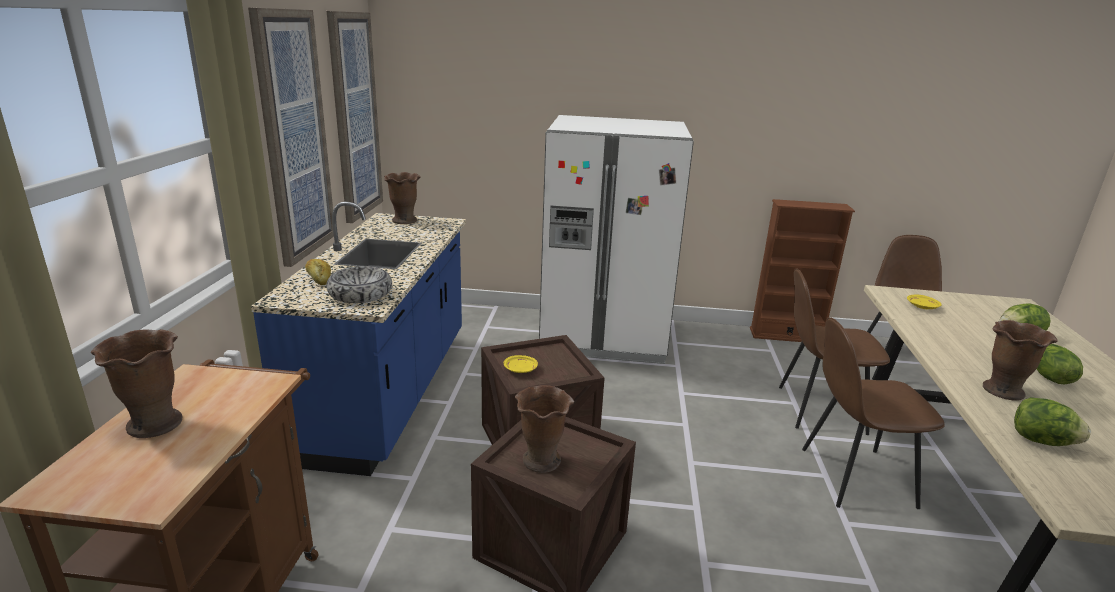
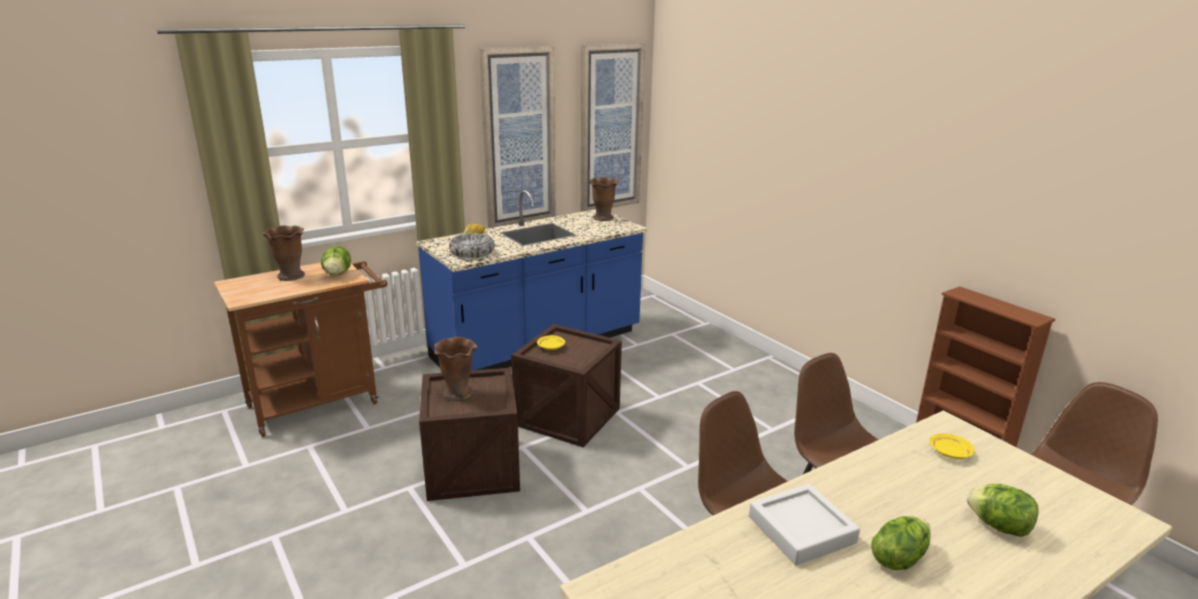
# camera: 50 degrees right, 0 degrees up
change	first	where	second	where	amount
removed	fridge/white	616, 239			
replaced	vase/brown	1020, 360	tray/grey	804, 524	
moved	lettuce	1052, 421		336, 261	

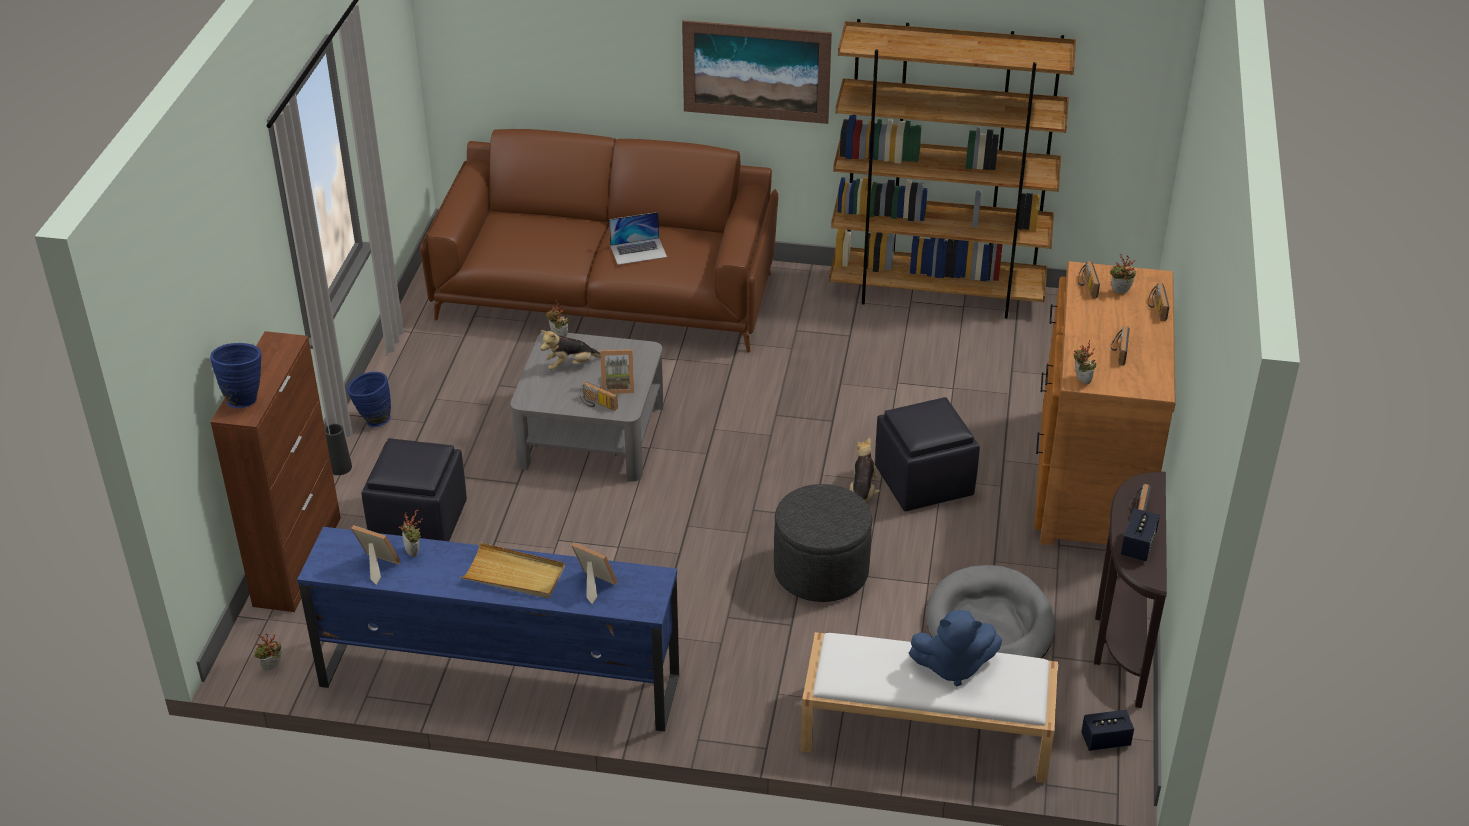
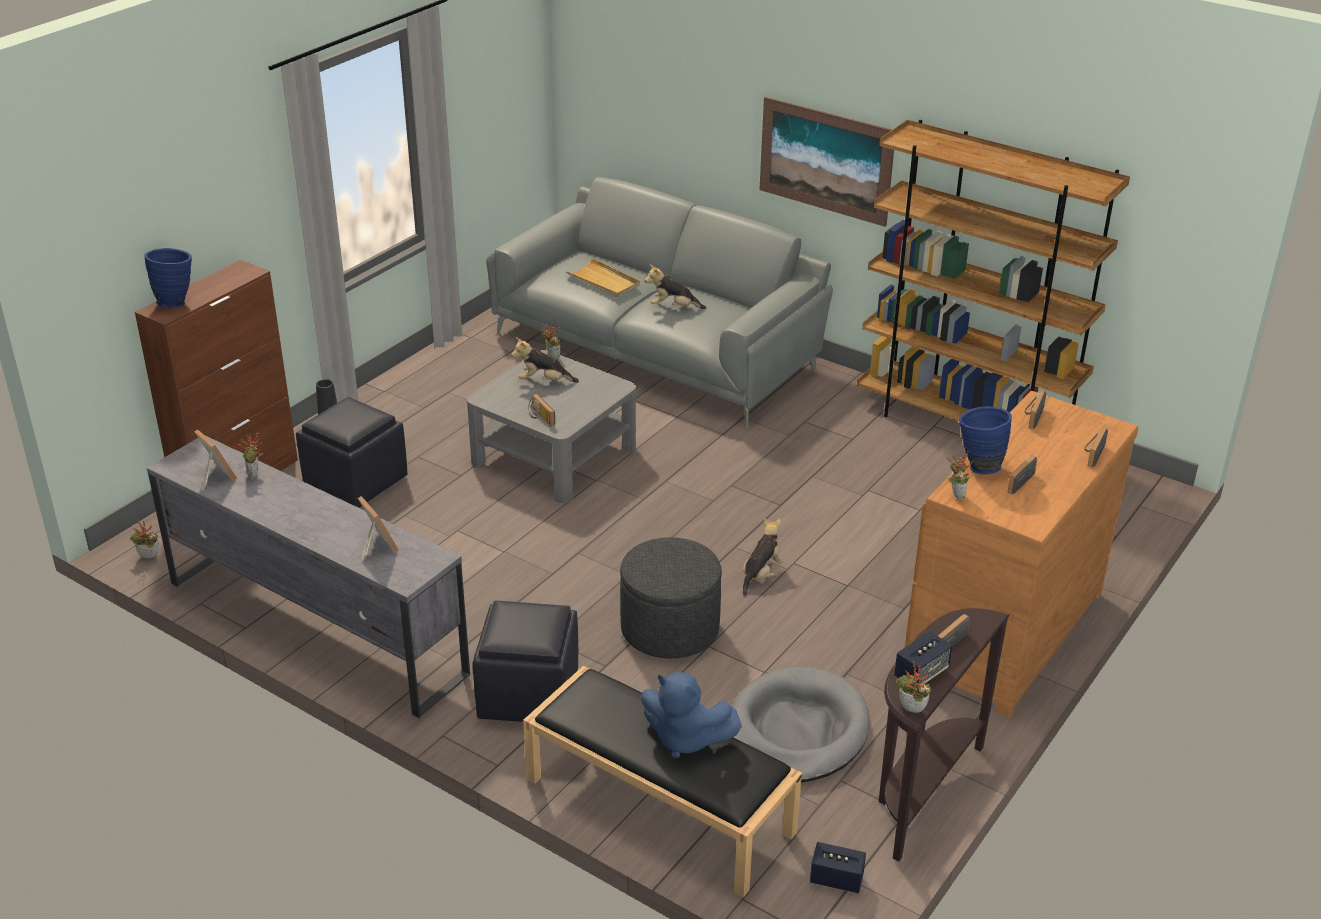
# camera: 25 degrees right, 5 degrees down
change	first	where	second	where	amount
recoloured	tv stand/blue	488, 629	tv stand/grey	308, 577	
moved	vase/blue	369, 399		985, 440	
recoloured	sofa/brown	599, 241	sofa/grey	659, 302	
moved	tray/beige	513, 570		603, 277	
removed	picture frame	617, 371			
replaced	laptop	638, 238	plush toy	675, 287	
recoloured	bench/white	929, 707	bench/black	662, 782	
moved	ottoman/black	927, 454		525, 661	
moved	potted plant	1123, 273		914, 687	

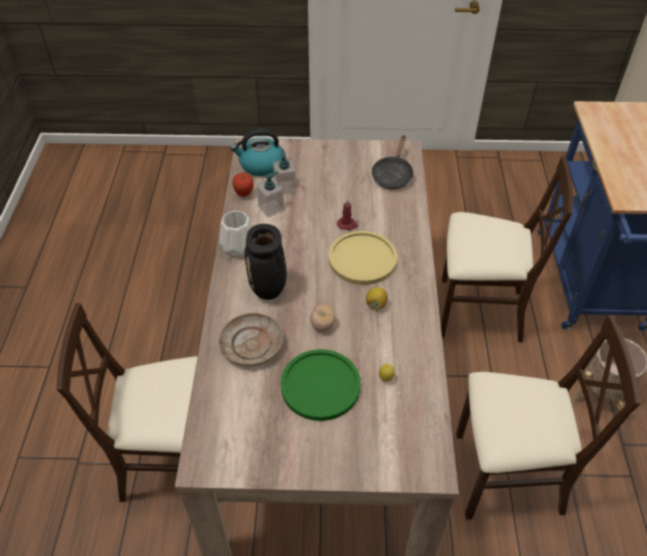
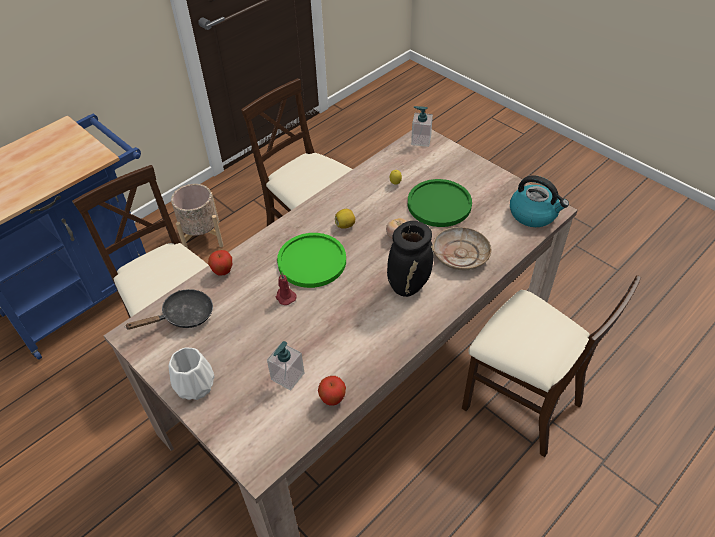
# camera: 135 degrees left, 0 degrees up
change	first	where	second	where	amount
moved	vase/white	236, 234		191, 373	
moved	kettle	256, 152		539, 201	
moved	soap dispenser	270, 194		422, 126	
recoloured	plate/yellow	363, 258	plate/green	311, 260	
added			apple	220, 263	

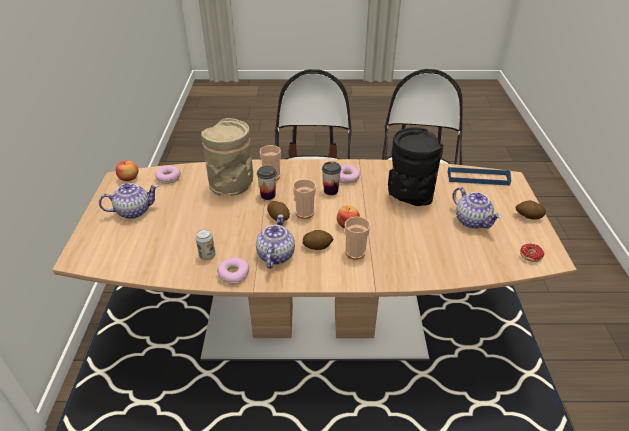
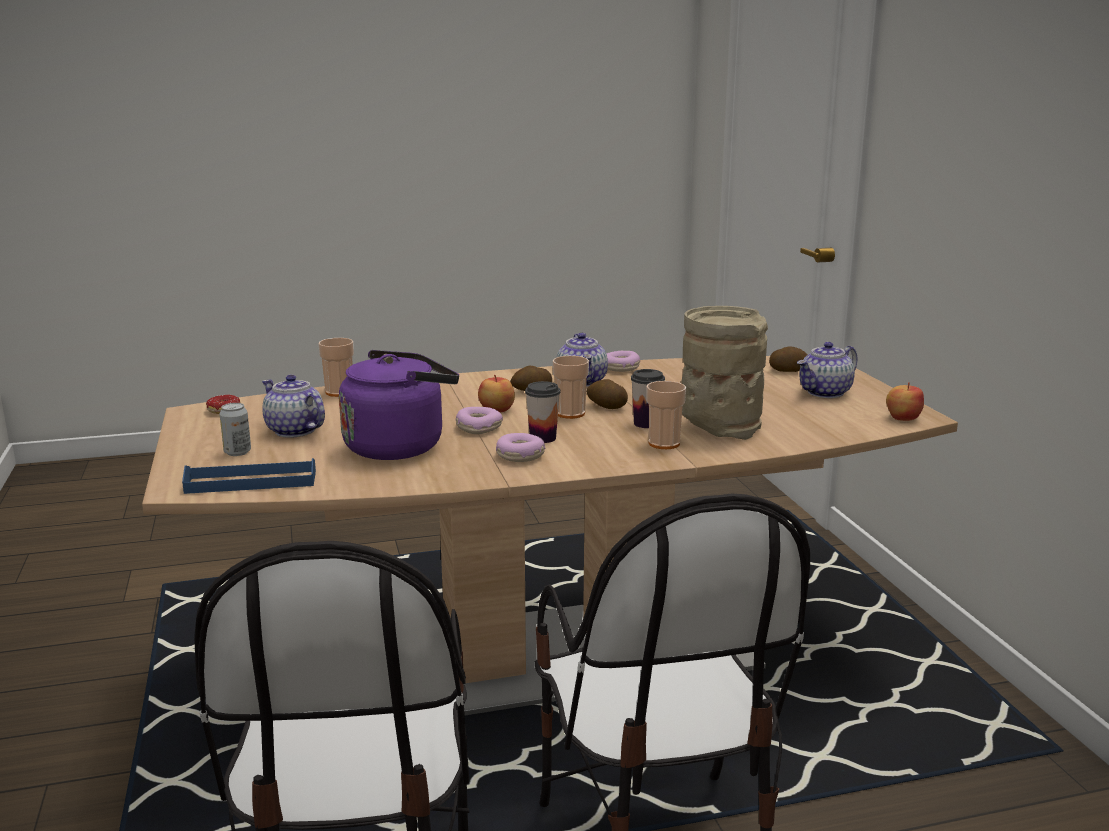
# camera: 165 degrees right, 20 degrees down
change	first	where	second	where	amount
moved	donut	168, 175		479, 420	
moved	can	206, 244		235, 429	
moved	cup	357, 238		336, 367	
replaced	vase/black	415, 166	kettle/purple	399, 405	
moved	potato	531, 209		788, 359	

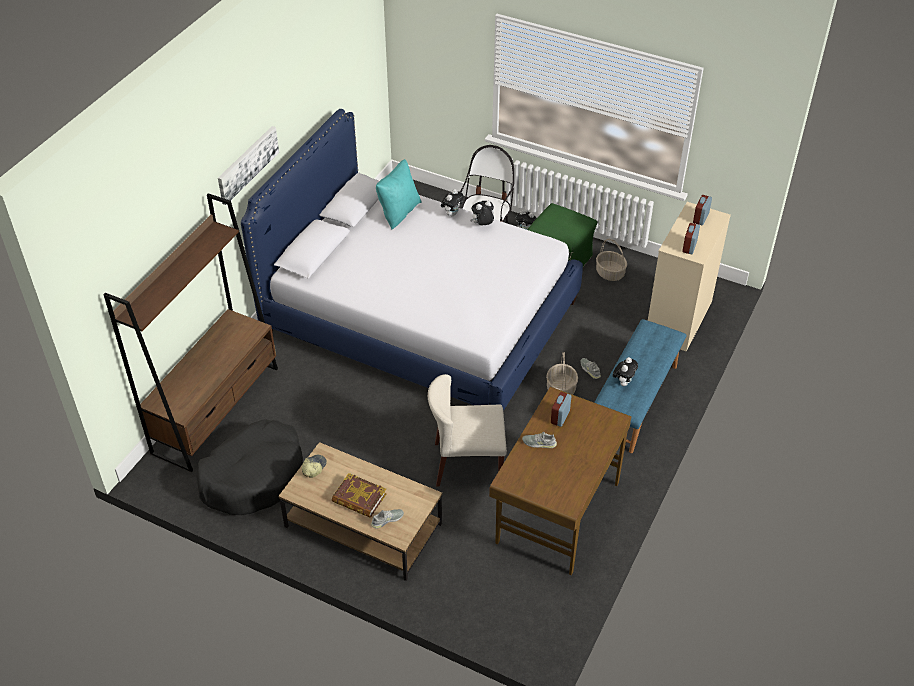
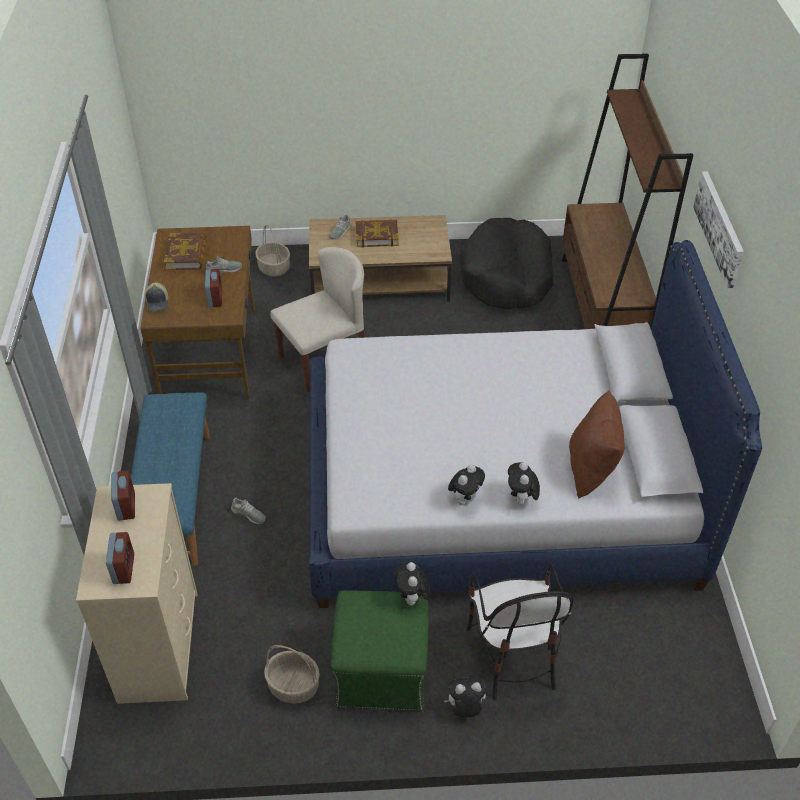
# camera: 150 degrees right, 0 degrees up
change	first	where	second	where	amount
moved	cap	314, 466		157, 297	
recoloured	pillow/turquoise	399, 194	pillow/brown	596, 444	
moved	basket	562, 373		272, 251	
moved	plush toy	625, 371		413, 584	
added			book	185, 251	

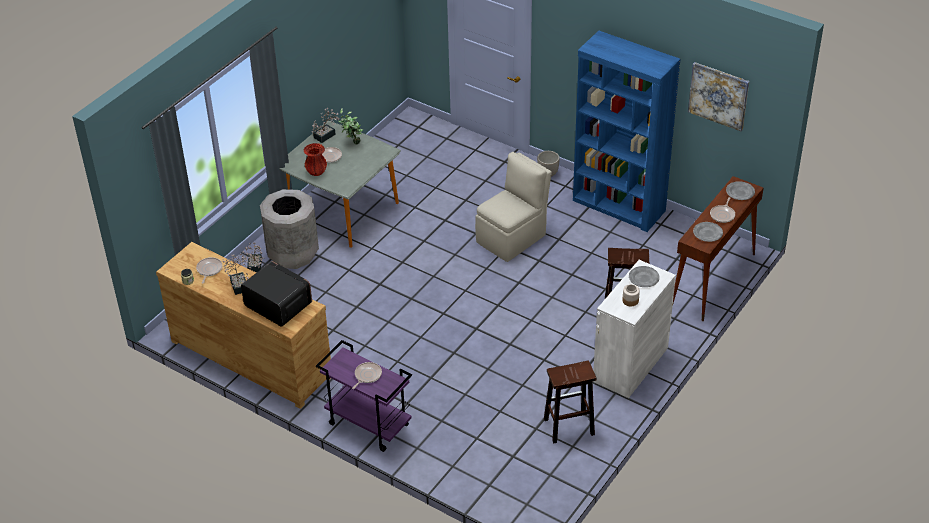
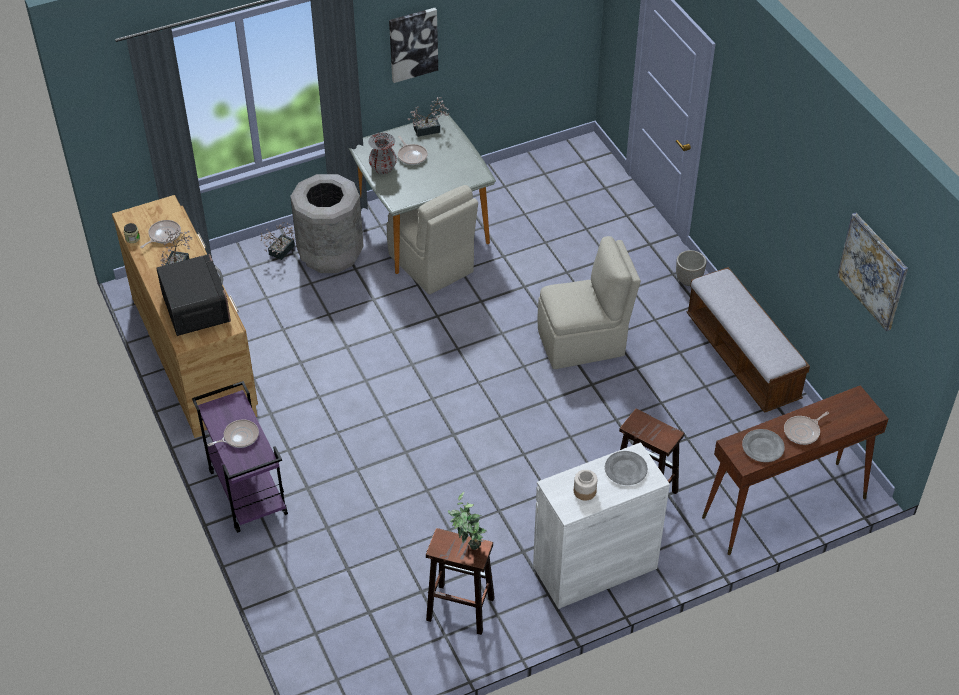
# camera: 30 degrees right, 5 degrees up
change	first	where	second	where	amount
recoloured	vase/red	315, 159	vase/grey	382, 153	
moved	potted plant	350, 126		467, 521	
replaced	bookcase/blue	626, 131	bench	748, 340	
removed	plate/grey	740, 190			
added			chair/beige	432, 239	
added			picture	413, 45	

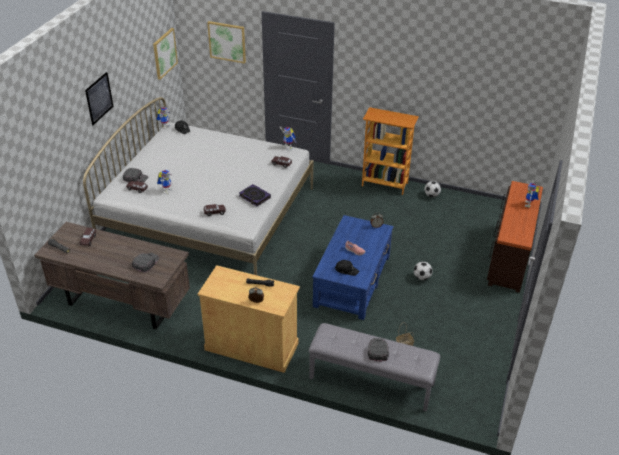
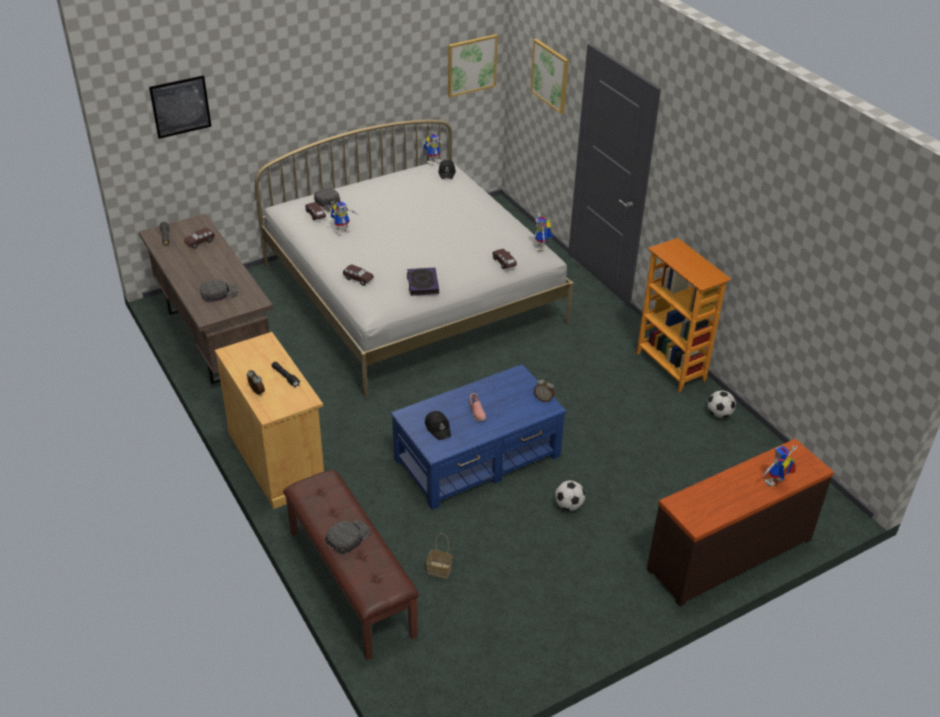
# camera: 40 degrees right, 0 degrees up
change	first	where	second	where	amount
moved	picture	99, 98		180, 107	
recoloured	bench/grey	374, 367	bench/brown	351, 565	

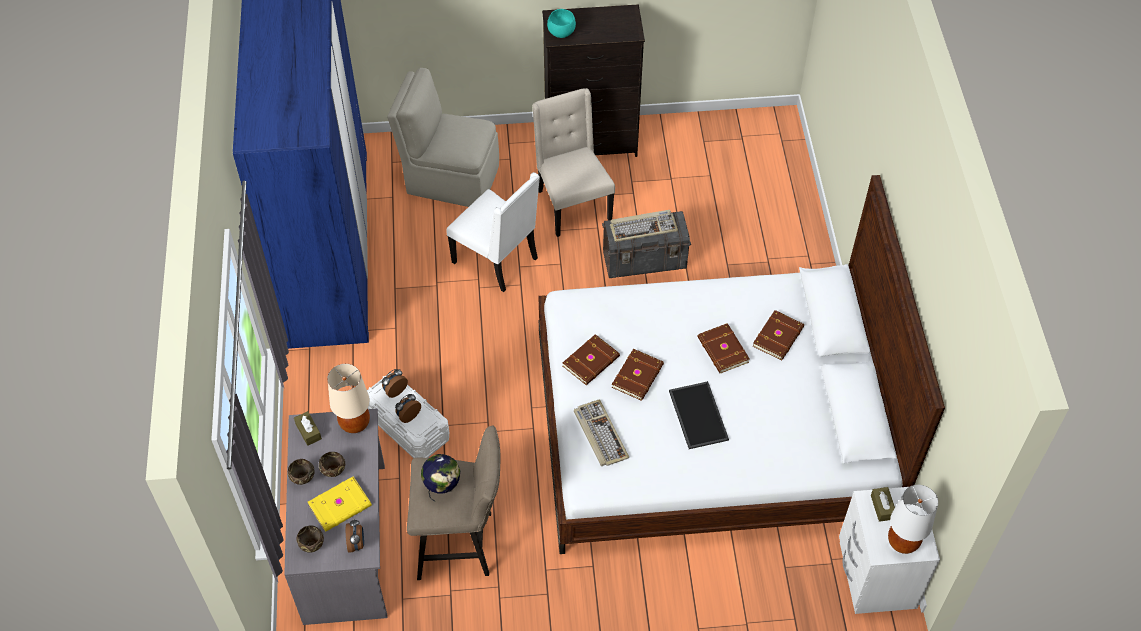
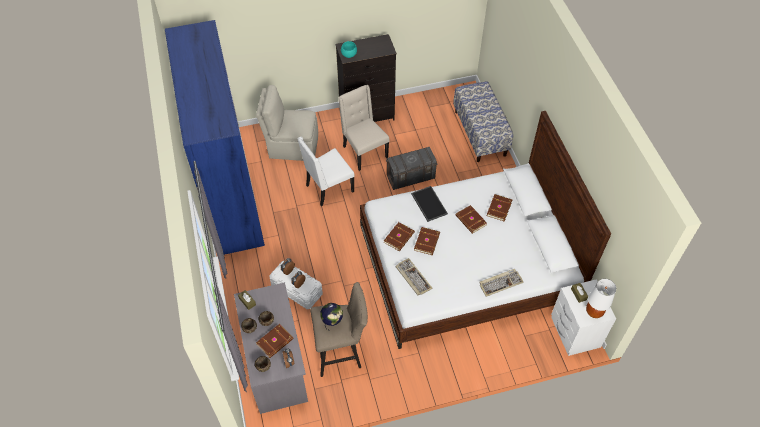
# camera: 10 degrees left, 0 degrees up
change	first	where	second	where	amount
recoloured	book/yellow	340, 504	book/brown	275, 341	
removed	table lamp/beige	348, 398			
turned	chair/white	493, 232		326, 171	120 degrees clockwise
moved	keyboard	644, 226		501, 283	
moved	tray	699, 415		429, 204	
added			bench	483, 121	

